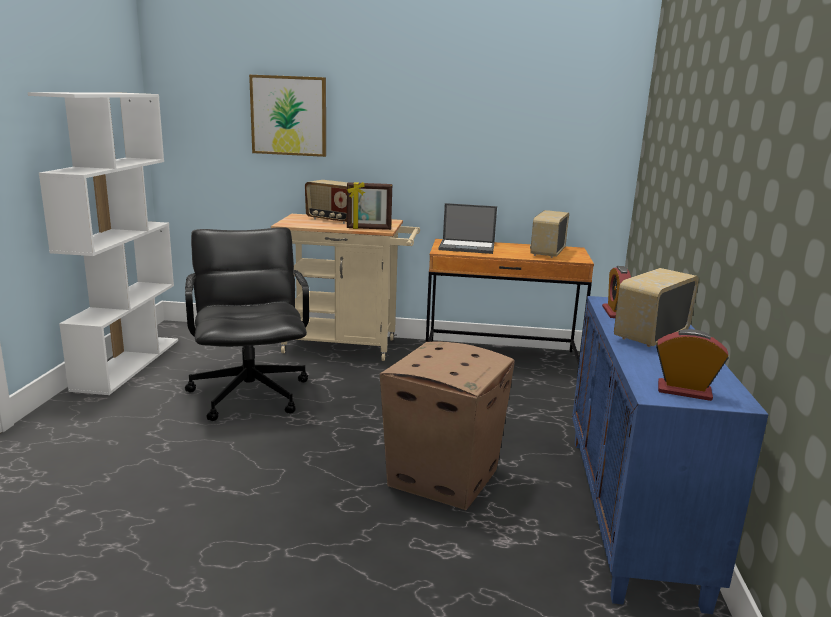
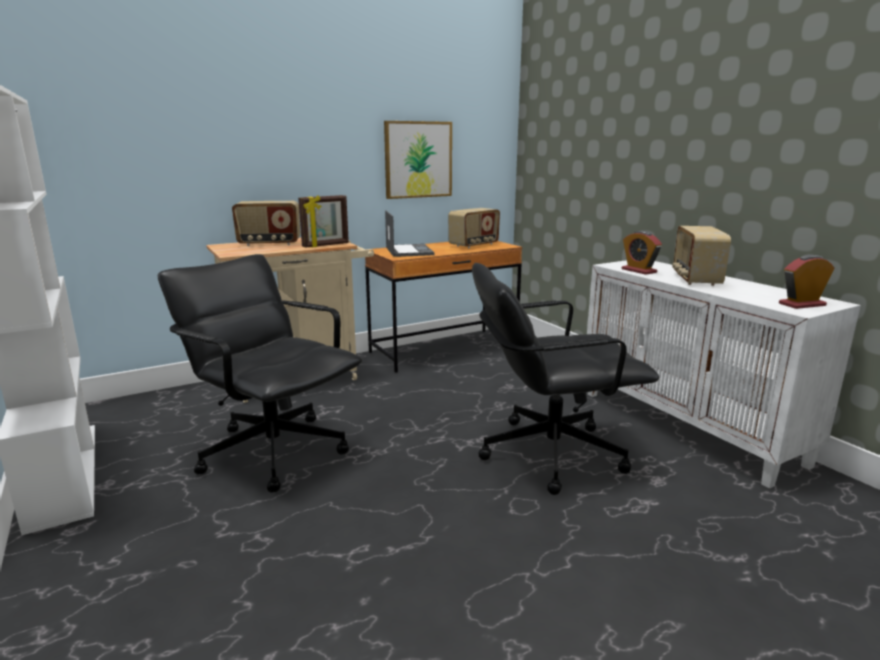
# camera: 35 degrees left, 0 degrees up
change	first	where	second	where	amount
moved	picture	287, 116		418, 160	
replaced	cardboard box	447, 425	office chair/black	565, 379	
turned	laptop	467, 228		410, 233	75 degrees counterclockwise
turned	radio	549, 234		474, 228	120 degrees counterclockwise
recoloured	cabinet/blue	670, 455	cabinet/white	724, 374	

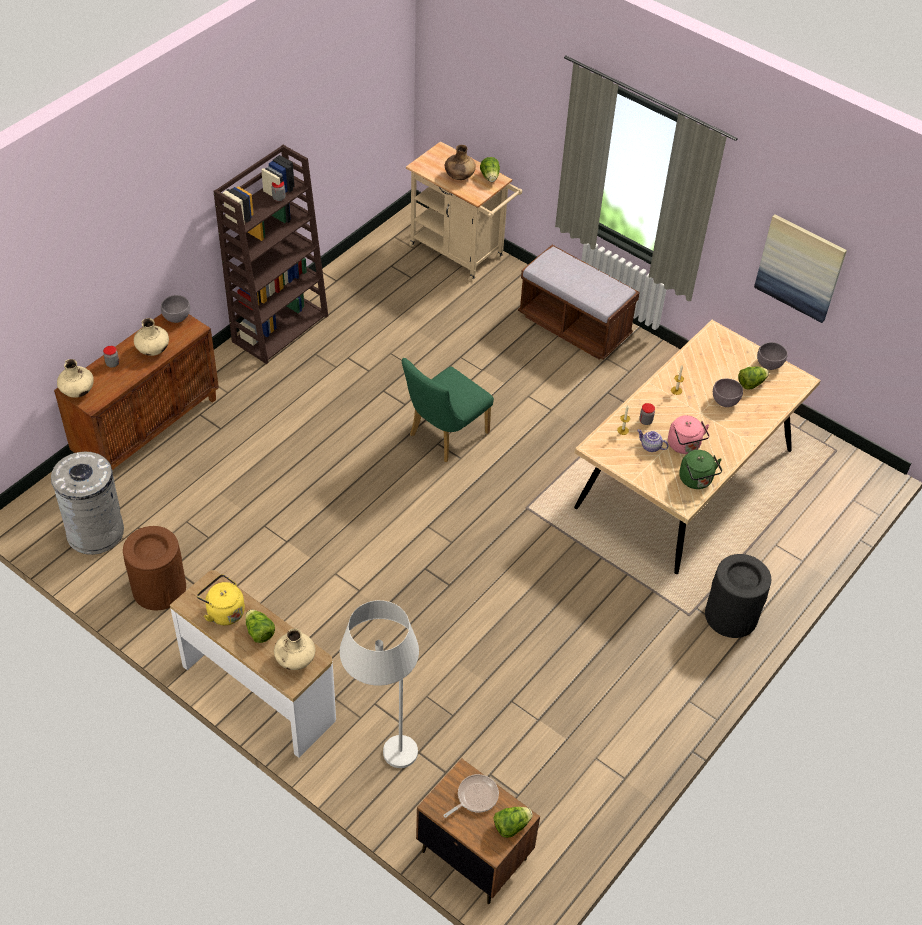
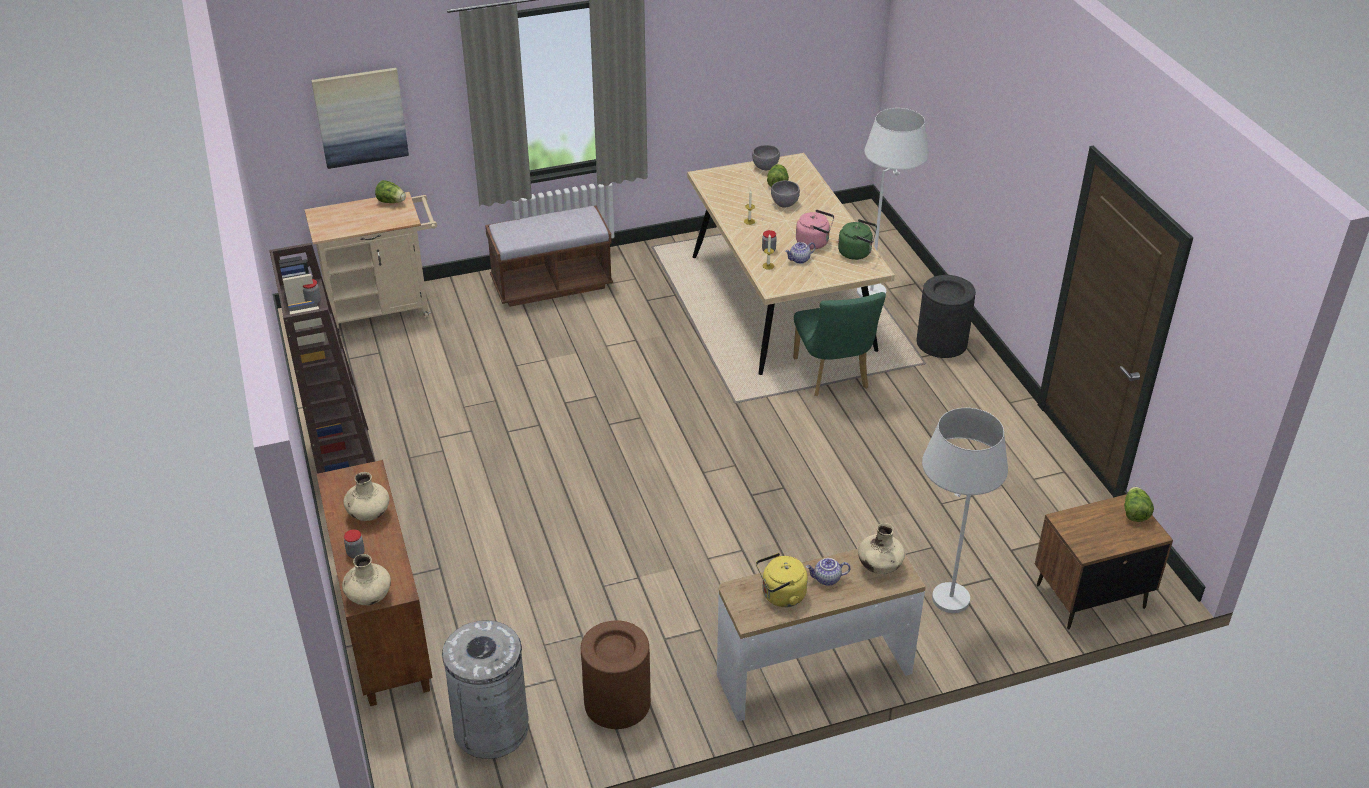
# camera: 55 degrees left, 10 degrees down
change	first	where	second	where	amount
removed	bowl/grey	175, 309			
replaced	lettuce	260, 626	teapot	828, 572	
moved	chair/green	448, 410		839, 344	
removed	frying pan	471, 796			
removed	vase/brown	460, 162			
moved	picture	800, 269		360, 118	
added			floor lamp/white	893, 202	

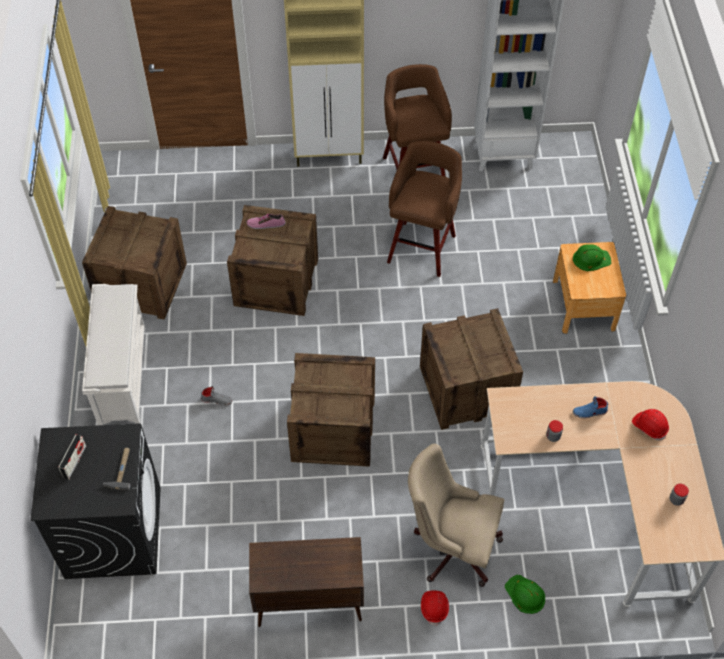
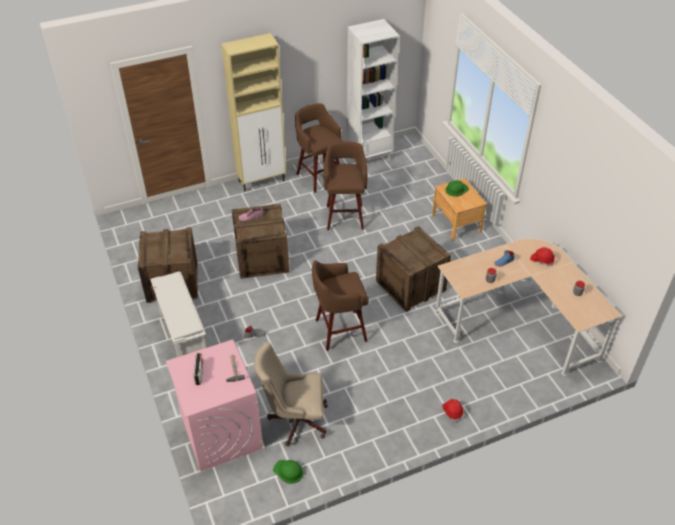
# camera: 20 degrees left, 10 degrees down
change	first	where	second	where	amount
recoloured	washing machine/black	95, 501	washing machine/pink	214, 405	
removed	cabinet/brown	306, 582			
replaced	crate	331, 410	stool/brown	340, 305	
moved	office chair/beige	456, 515		291, 394	
moved	hard hat/green	525, 594		288, 472	

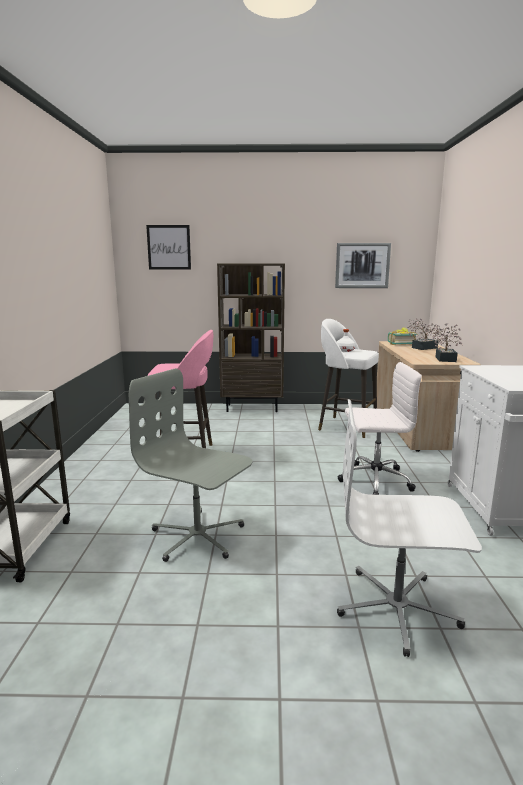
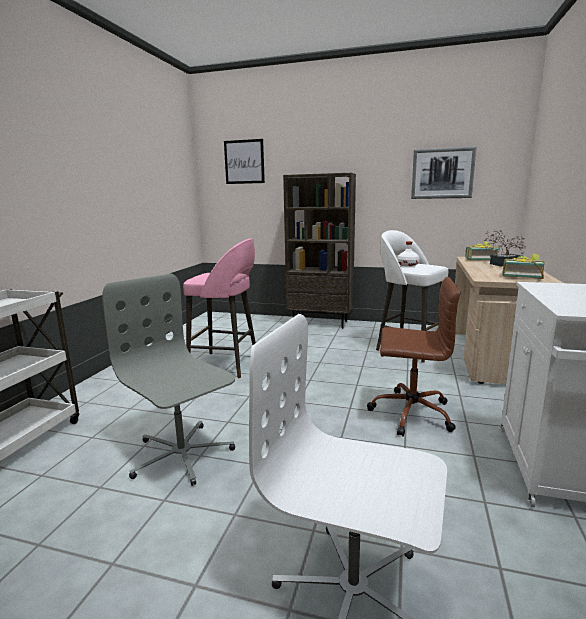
# camera: 15 degrees right, 0 degrees up
change	first	where	second	where	amount
recoloured	office chair/white	380, 428	office chair/brown	414, 357	
replaced	potted plant	446, 342	book	523, 266	

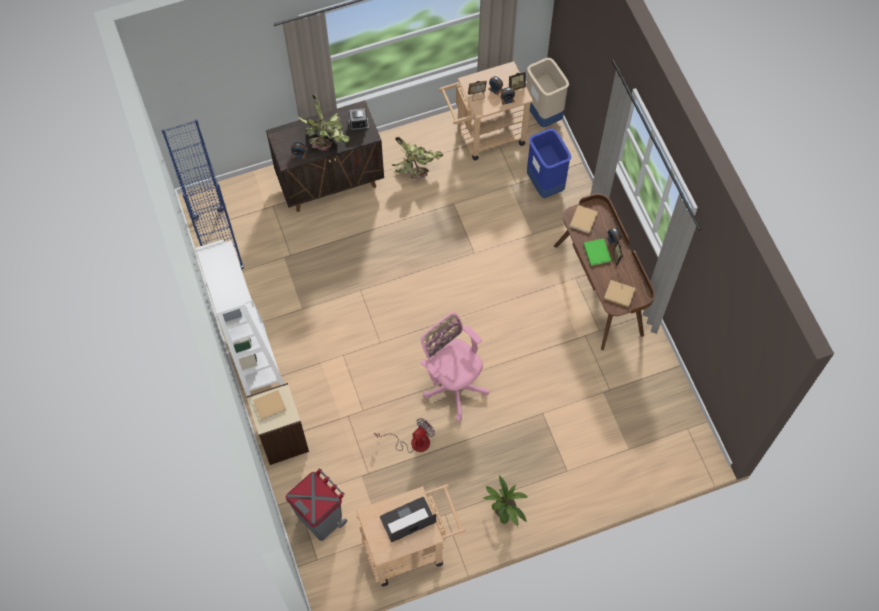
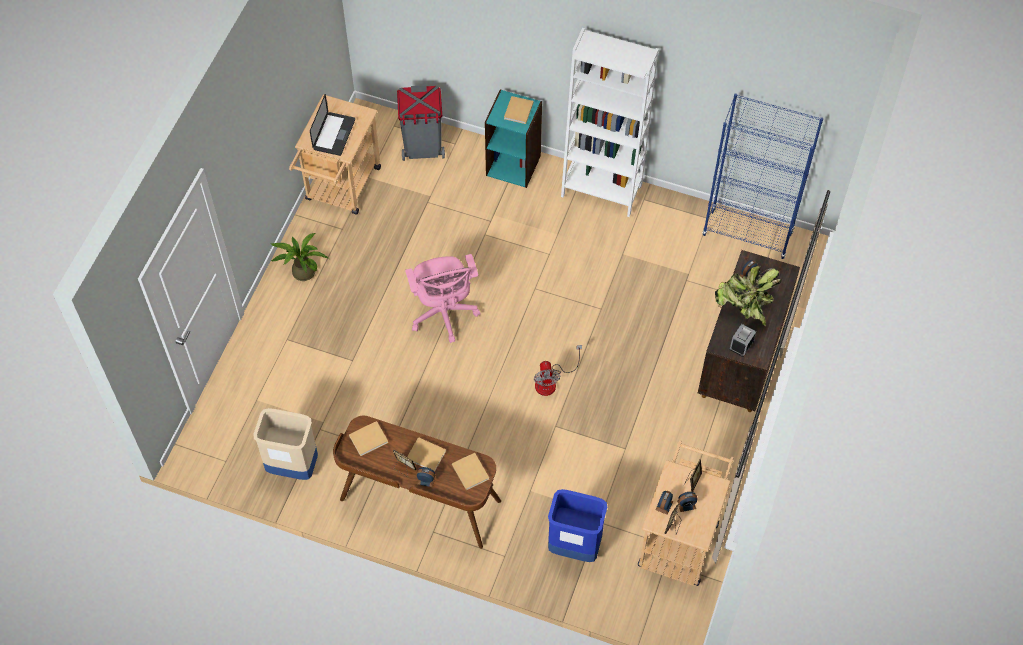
# camera: 130 degrees right, 5 degrees down
change	first	where	second	where	amount
recoloured	bookcase/beige	278, 424	bookcase/turquoise	513, 138	
moved	fan	404, 435		558, 370	
removed	potted plant	417, 158			
turned	office chair/pink	454, 367		443, 298	75 degrees clockwise
moved	trash can/beige	548, 92		285, 444	
recoloured	book/green	597, 252	book/beige	426, 454	

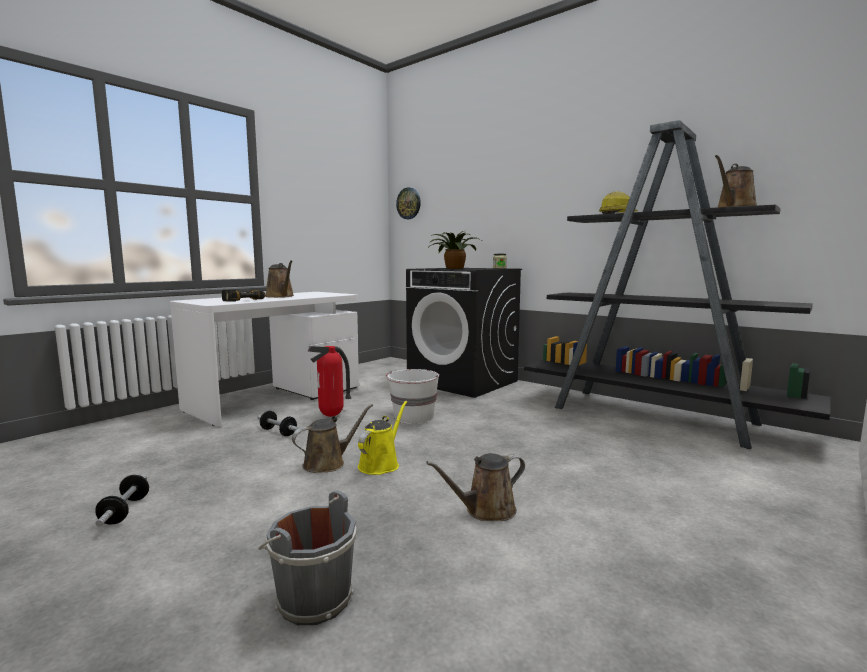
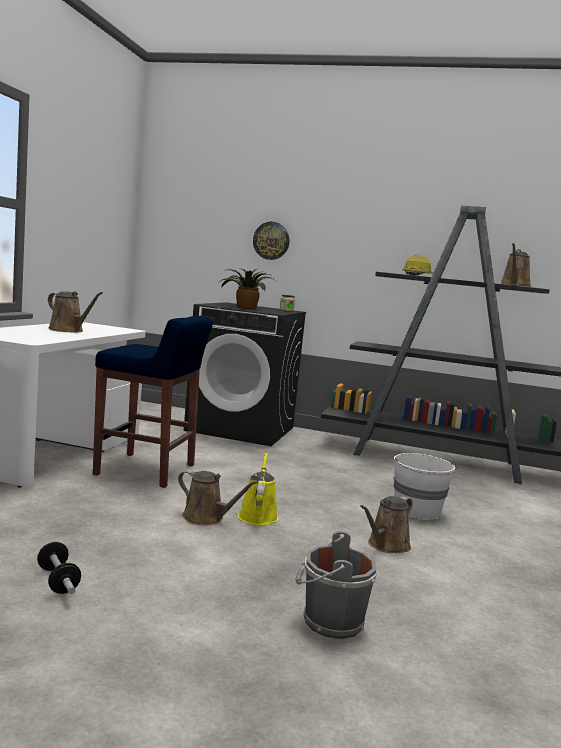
# camera: 25 degrees left, 0 degrees up
change	first	where	second	where	amount
removed	power drill	244, 295			
removed	dumbbell	278, 423			
turned	watering can/brown	332, 438		218, 498	90 degrees clockwise
replaced	fire extinguisher	329, 381	stool/blue	153, 401	
moved	bucket/white	412, 396		425, 486	
moved	wall clock	408, 203		271, 241	

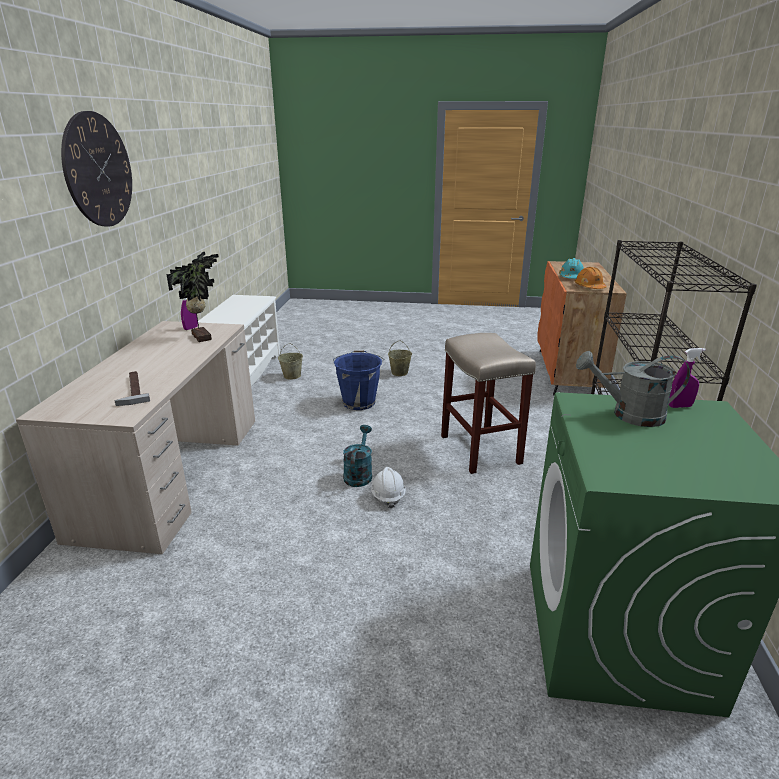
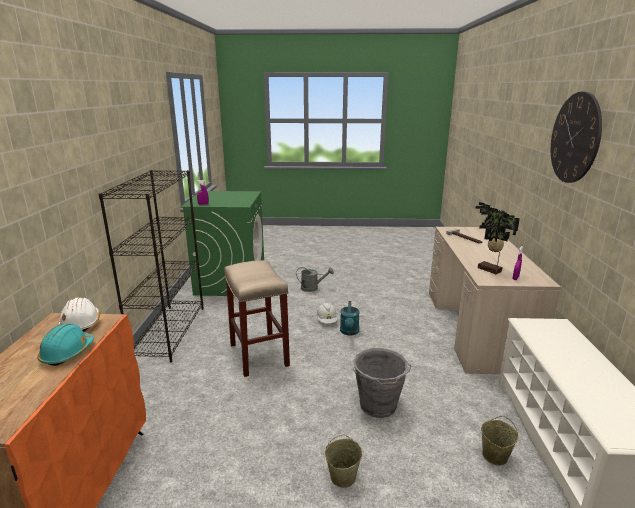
# camera: 175 degrees right, 5 degrees down
change	first	where	second	where	amount
recoloured	bucket/blue	358, 380	bucket/grey	382, 383	
recoloured	hard hat/orange	591, 278	hard hat/white	79, 314	
moved	watering can/grey	633, 389		315, 279	

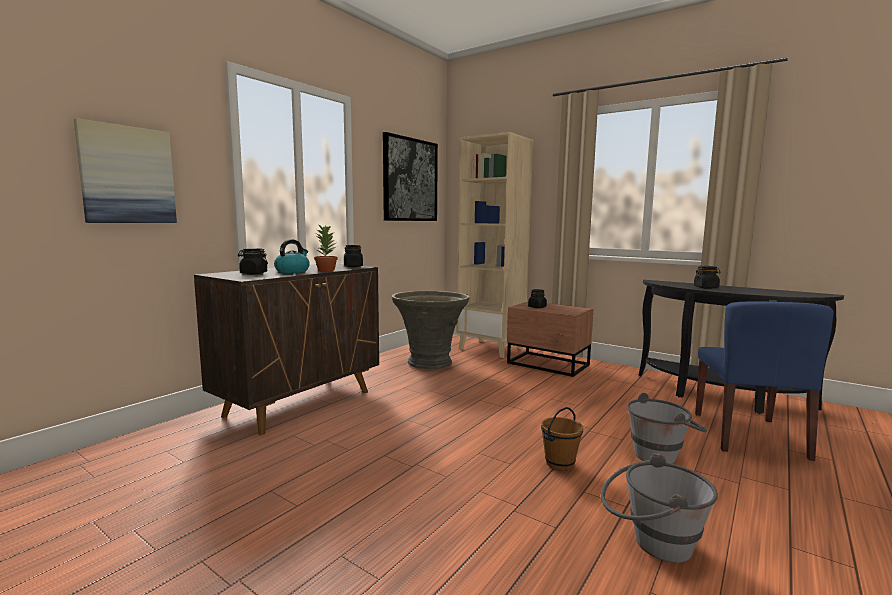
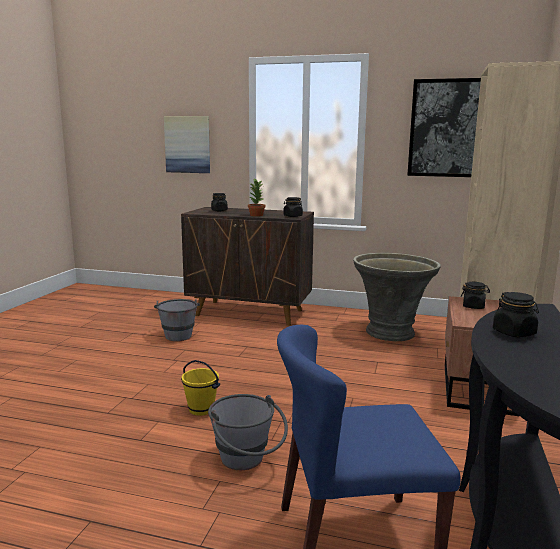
# camera: 70 degrees right, 5 degrees up
change	first	where	second	where	amount
removed	kettle	292, 256			
recoloured	bucket/brown	562, 439	bucket/yellow	200, 388	
moved	bucket/grey	659, 508		177, 320	

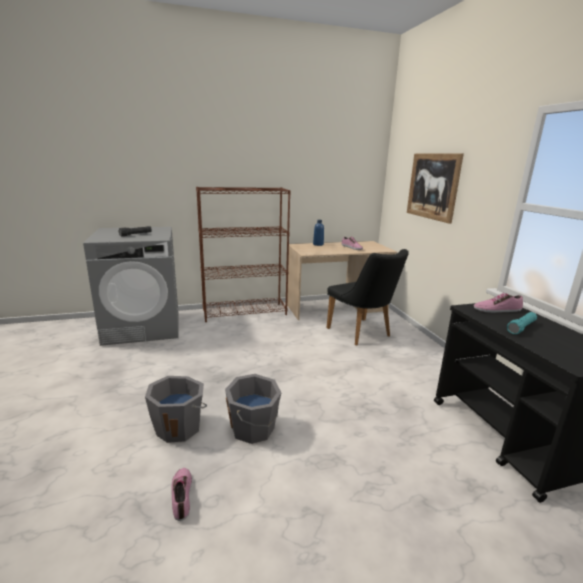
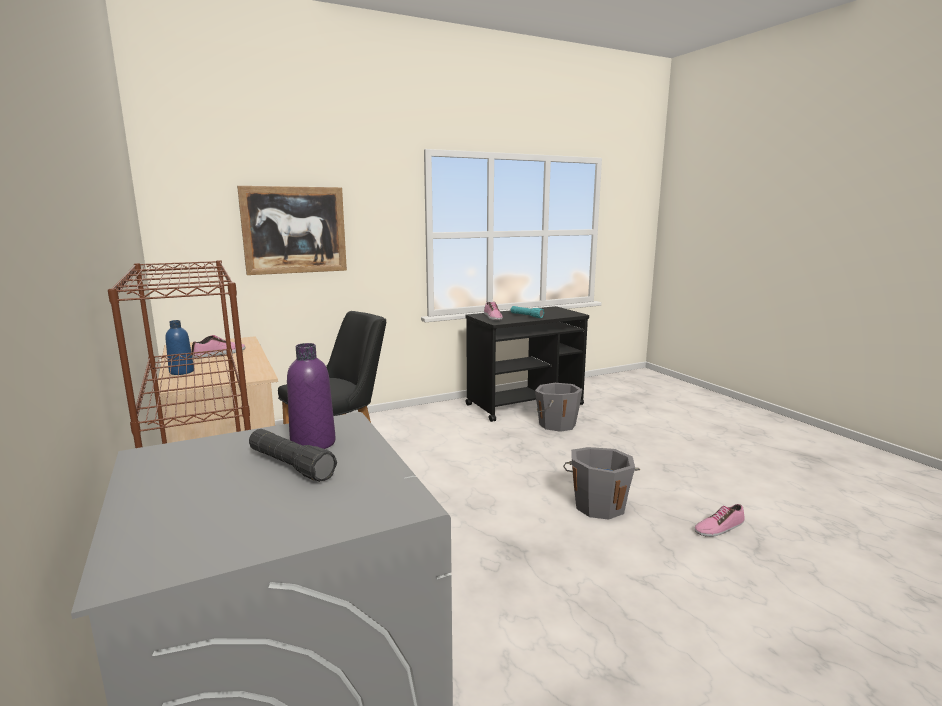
# camera: 100 degrees left, 5 degrees down
change	first	where	second	where	amount
moved	bucket/grey	176, 409		558, 407	
added			bottle/purple	311, 396	

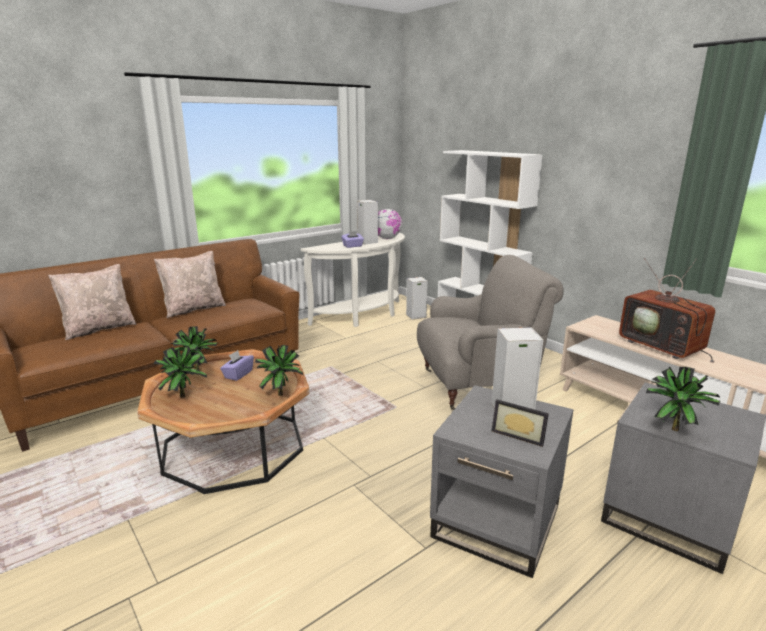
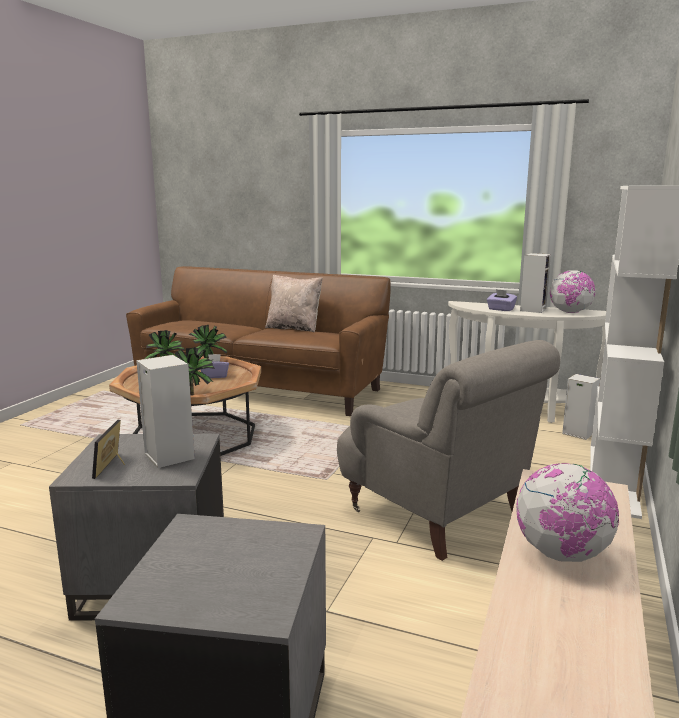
# camera: 60 degrees right, 5 degrees down
change	first	where	second	where	amount
removed	pillow/beige	92, 302			
replaced	television	667, 310	globe	567, 512	
removed	potted plant	683, 399			

